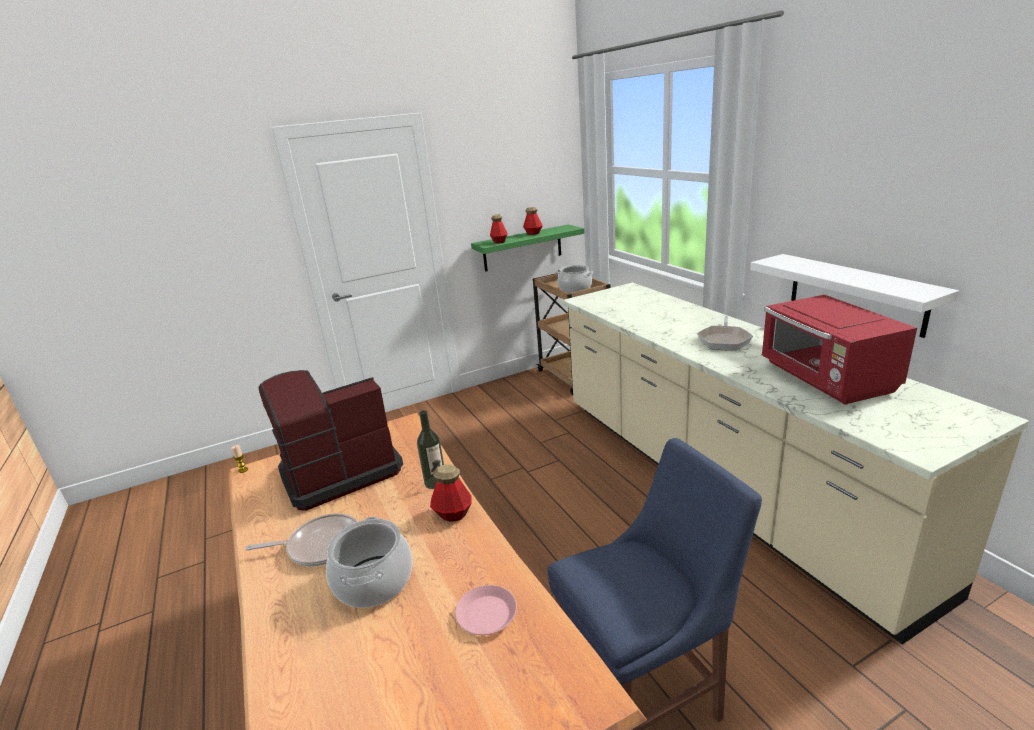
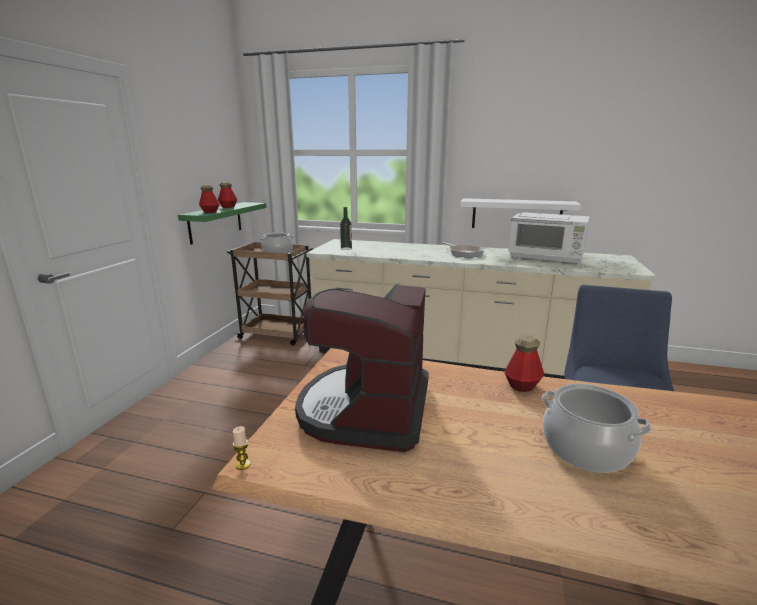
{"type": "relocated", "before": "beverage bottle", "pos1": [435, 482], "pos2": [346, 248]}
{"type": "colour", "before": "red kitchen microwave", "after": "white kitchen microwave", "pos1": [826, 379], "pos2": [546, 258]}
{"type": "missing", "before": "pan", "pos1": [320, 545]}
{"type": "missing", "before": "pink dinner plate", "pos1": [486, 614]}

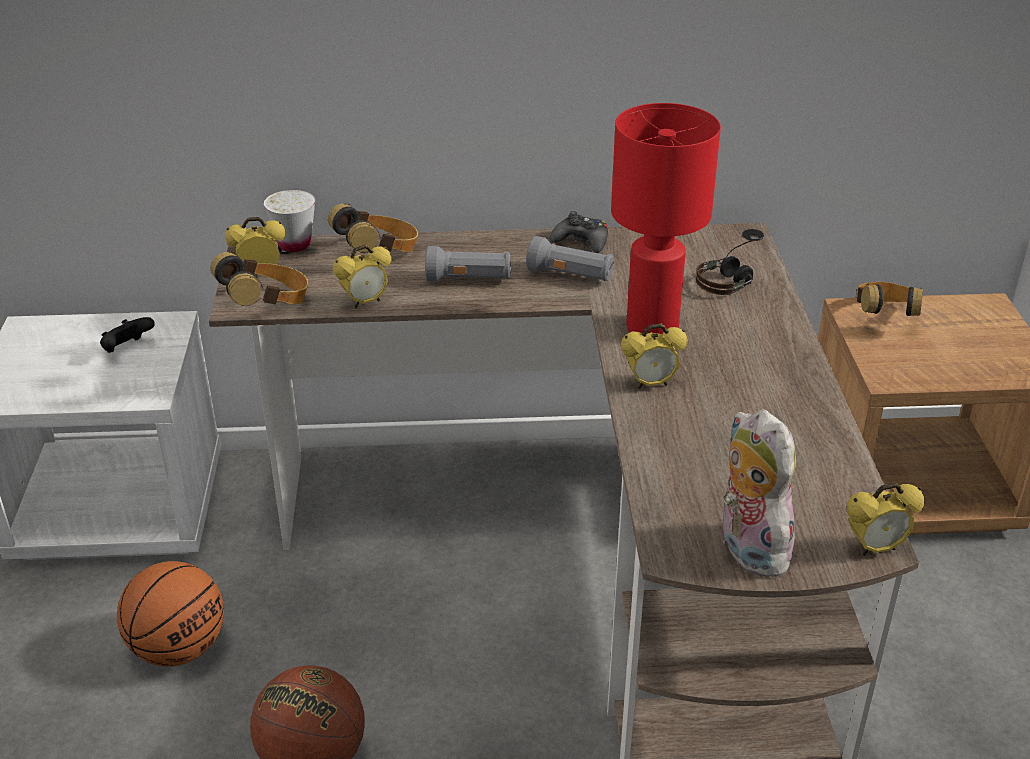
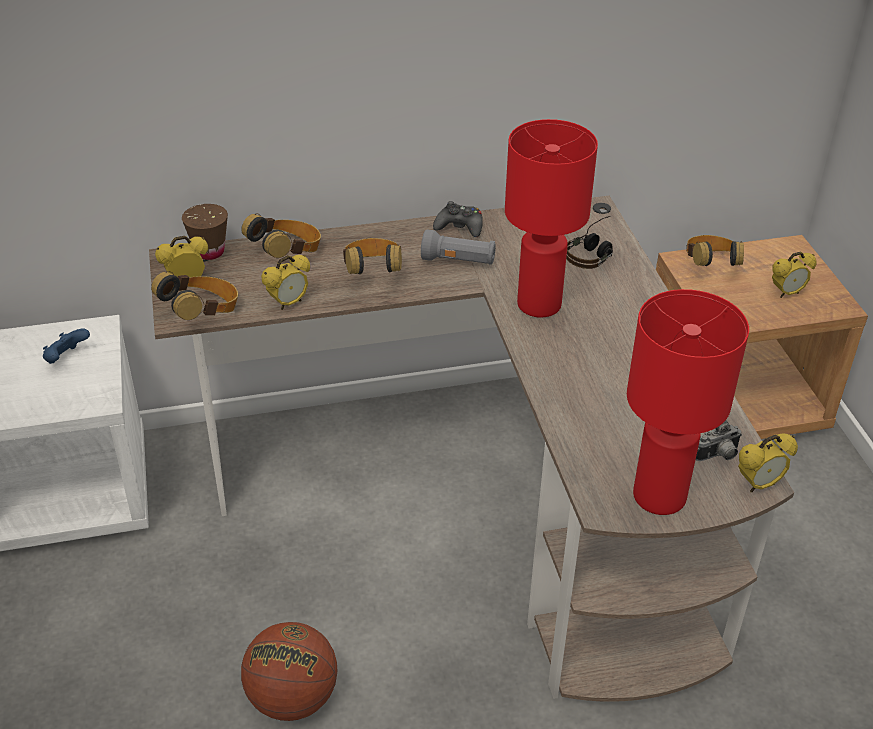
{"type": "colour", "before": "black-coloured gamepad", "after": "blue-coloured gamepad", "pos1": [127, 349], "pos2": [66, 358]}
{"type": "colour", "before": "white drinking cup", "after": "brownish drinking cup", "pos1": [294, 244], "pos2": [209, 252]}
{"type": "exchanged", "before": "greyish hand torch", "after": "headset", "pos1": [469, 280], "pos2": [373, 273]}
{"type": "exchanged", "before": "plush toy", "after": "red tabletop lamp", "pos1": [747, 548], "pos2": [661, 497]}
{"type": "appeared", "after": "still camera", "pos2": [718, 456]}
{"type": "relocated", "before": "bedside clock", "pos1": [651, 384], "pos2": [787, 293]}
{"type": "missing", "before": "basketball ball", "pos1": [178, 648]}

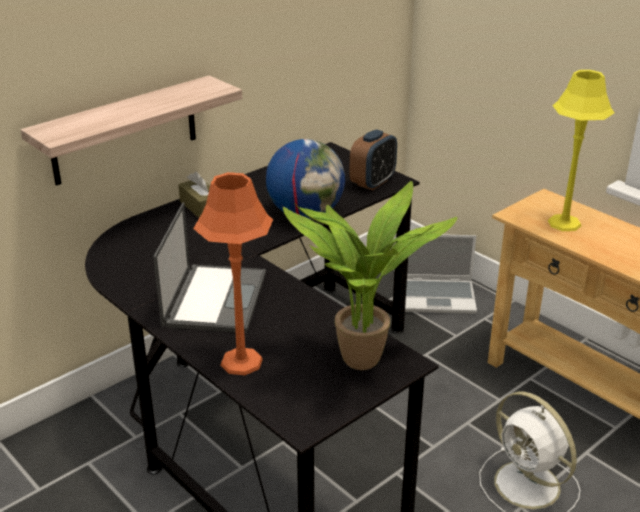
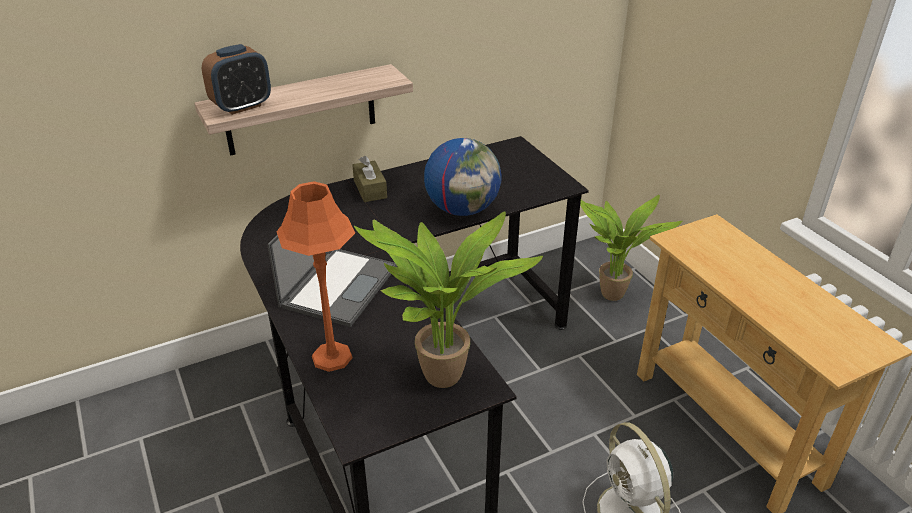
{"type": "relocated", "before": "bedside clock", "pos1": [373, 182], "pos2": [242, 106]}
{"type": "exchanged", "before": "portable computer", "after": "houseplant", "pos1": [438, 297], "pos2": [612, 298]}
{"type": "missing", "before": "yellowish tabletop lamp", "pos1": [564, 223]}

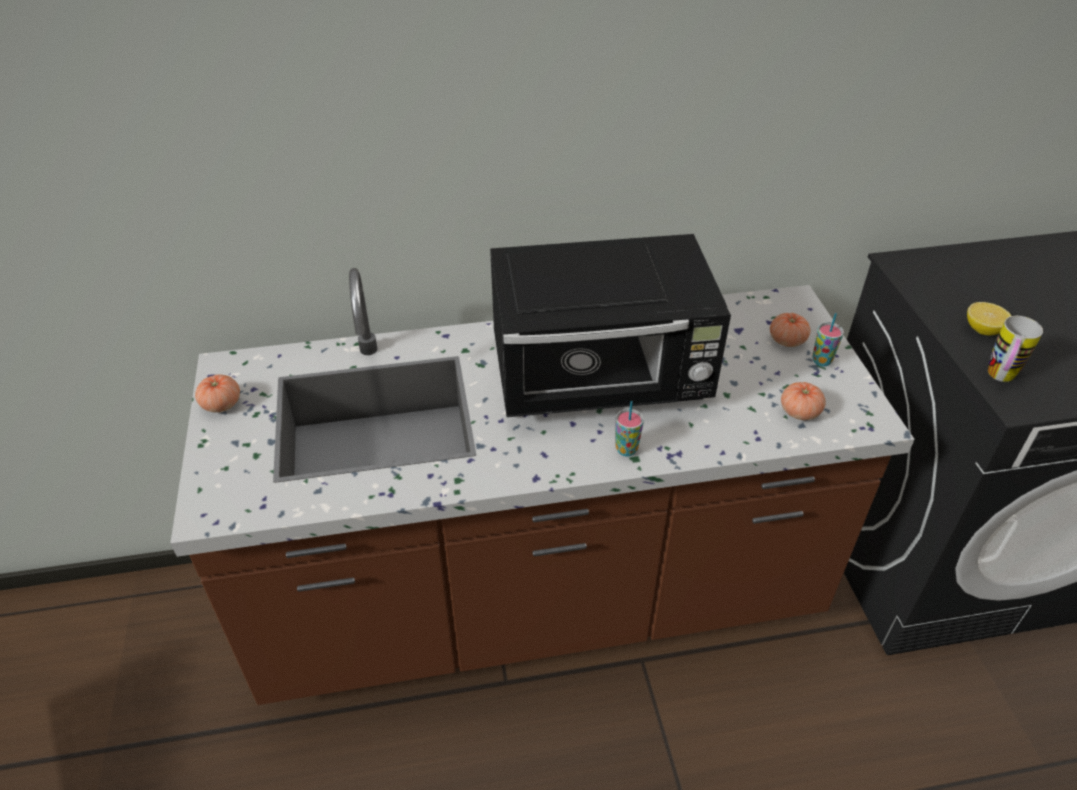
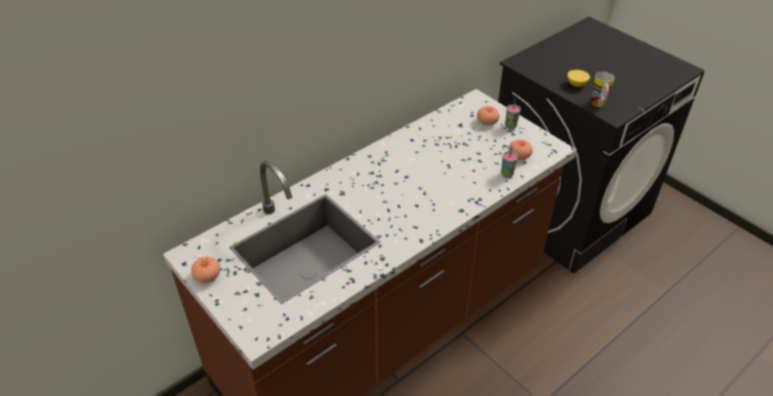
{"type": "relocated", "before": "drinking cup", "pos1": [626, 449], "pos2": [507, 174]}
{"type": "missing", "before": "black-coloured kitchen microwave", "pos1": [602, 379]}

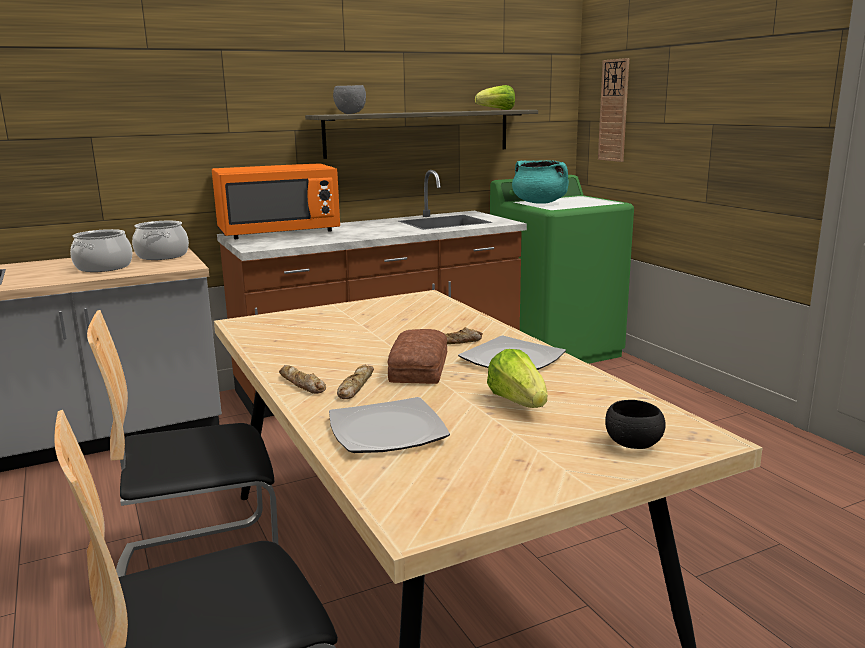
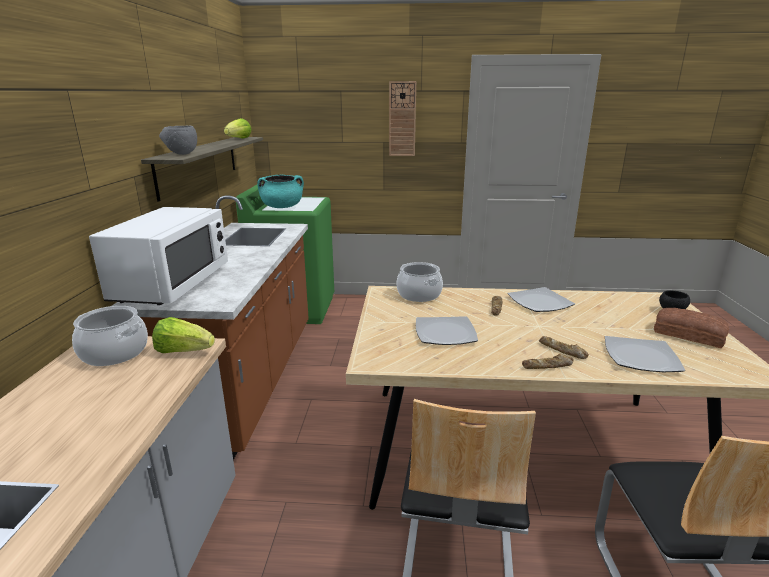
{"type": "colour", "before": "orangey kitchen microwave", "after": "white kitchen microwave", "pos1": [279, 233], "pos2": [172, 285]}
{"type": "relocated", "before": "lettuce head", "pos1": [518, 402], "pos2": [183, 351]}
{"type": "relocated", "before": "clock on the wall", "pos1": [614, 110], "pos2": [402, 119]}
{"type": "relocated", "before": "saucepot", "pos1": [104, 267], "pos2": [419, 294]}
{"type": "appeared", "after": "dinner plate", "pos2": [446, 333]}
{"type": "relocated", "before": "bread", "pos1": [420, 368], "pos2": [688, 334]}

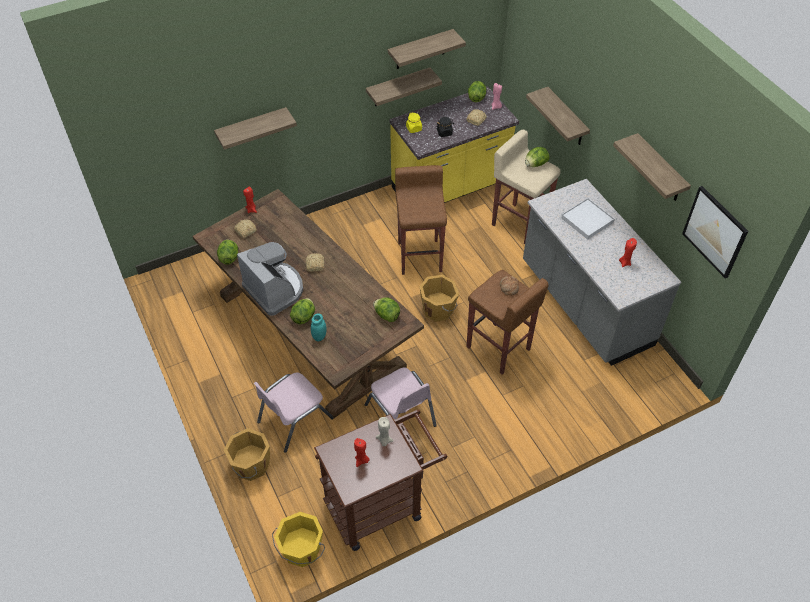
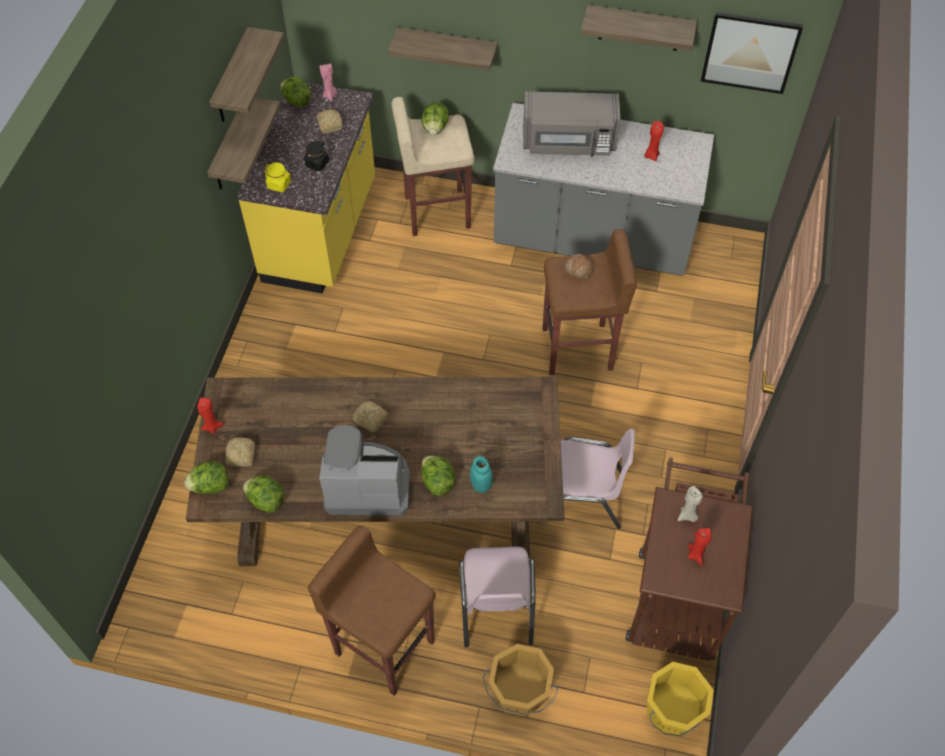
{"type": "relocated", "before": "lettuce head", "pos1": [386, 315], "pos2": [210, 486]}
{"type": "relocated", "before": "brownish sitting stool", "pos1": [420, 256], "pos2": [384, 646]}
{"type": "exchanged", "before": "white serving tray", "after": "greyish kitchen microwave", "pos1": [587, 220], "pos2": [569, 142]}
{"type": "missing", "before": "bracket shelf", "pos1": [252, 129]}
{"type": "missing", "before": "orangey pail", "pos1": [438, 309]}

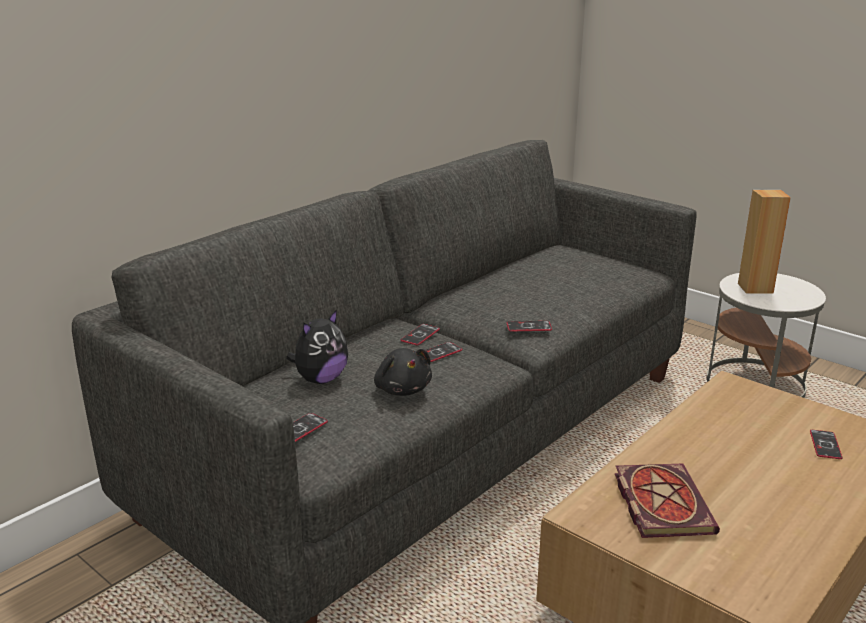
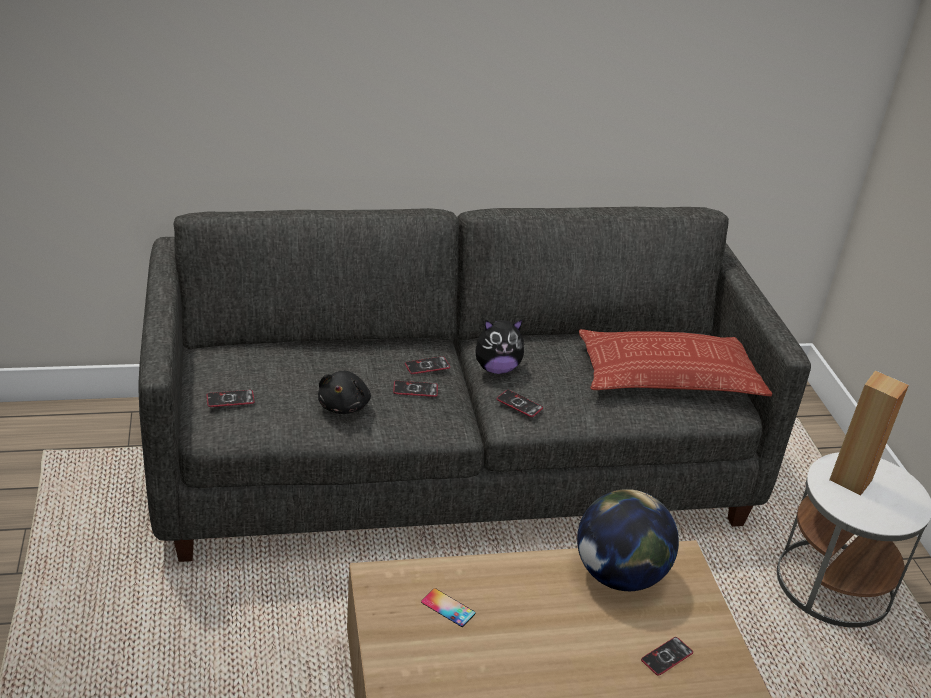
{"type": "exchanged", "before": "bound book", "after": "telephone", "pos1": [660, 502], "pos2": [448, 608]}
{"type": "relocated", "before": "plush toy", "pos1": [320, 379], "pos2": [496, 368]}
{"type": "appeared", "after": "world globe", "pos2": [619, 575]}
{"type": "appeared", "after": "cushion", "pos2": [669, 375]}

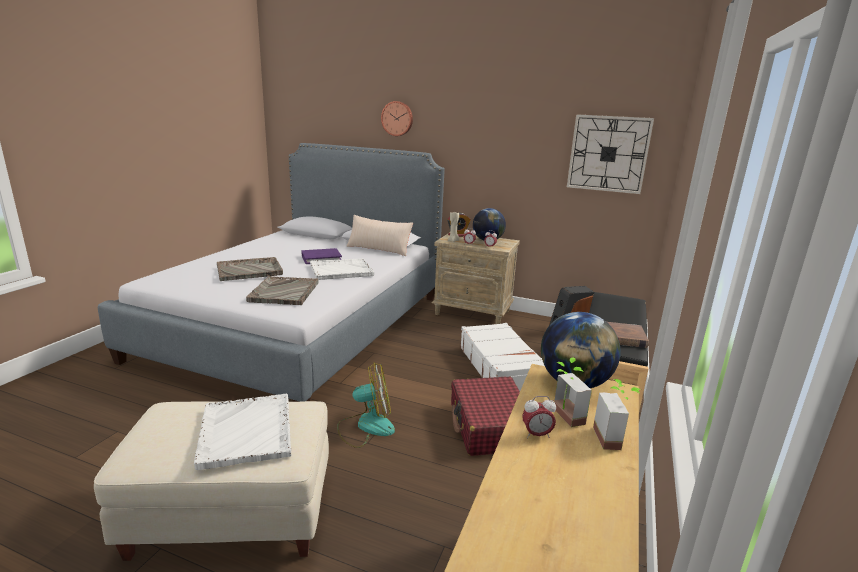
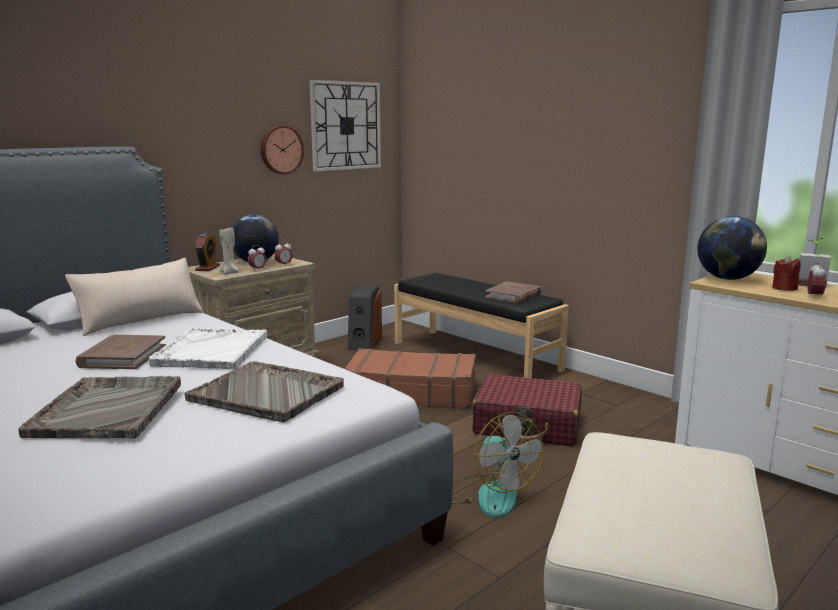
{"type": "colour", "before": "purplish bound book", "after": "brownish bound book", "pos1": [321, 258], "pos2": [123, 356]}
{"type": "relocated", "before": "clock on the wall", "pos1": [397, 118], "pos2": [281, 149]}
{"type": "colour", "before": "white suitcase", "after": "brownish suitcase", "pos1": [500, 367], "pos2": [411, 392]}
{"type": "spun", "before": "cooling fan", "pos1": [366, 426], "pos2": [489, 495], "turn": 135}
{"type": "exchanged", "before": "houseplant", "after": "red wax candle", "pos1": [562, 417], "pos2": [784, 288]}
{"type": "missing", "before": "white serving tray", "pos1": [246, 432]}

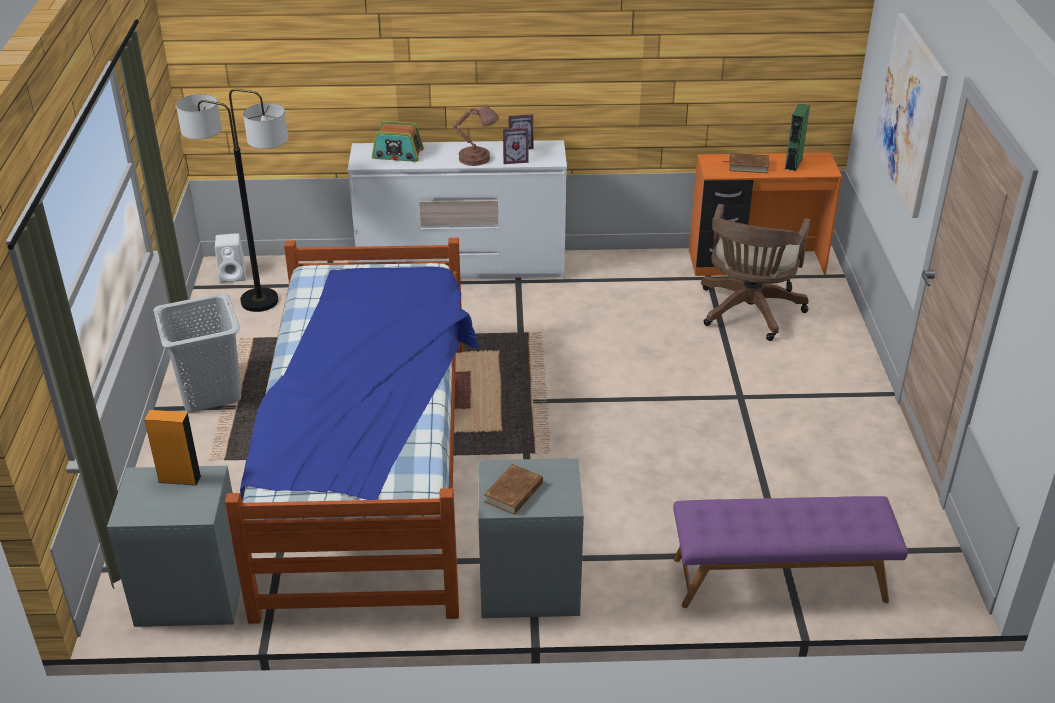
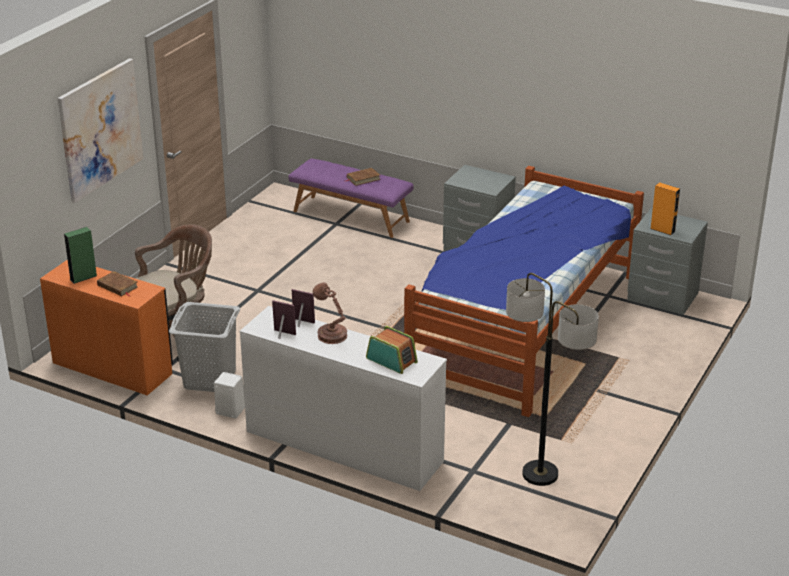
{"type": "relocated", "before": "greyish hamper", "pos1": [210, 392], "pos2": [209, 379]}
{"type": "relocated", "before": "white audio speaker", "pos1": [234, 275], "pos2": [229, 410]}
{"type": "relocated", "before": "brownish bound book", "pos1": [514, 492], "pos2": [363, 178]}

